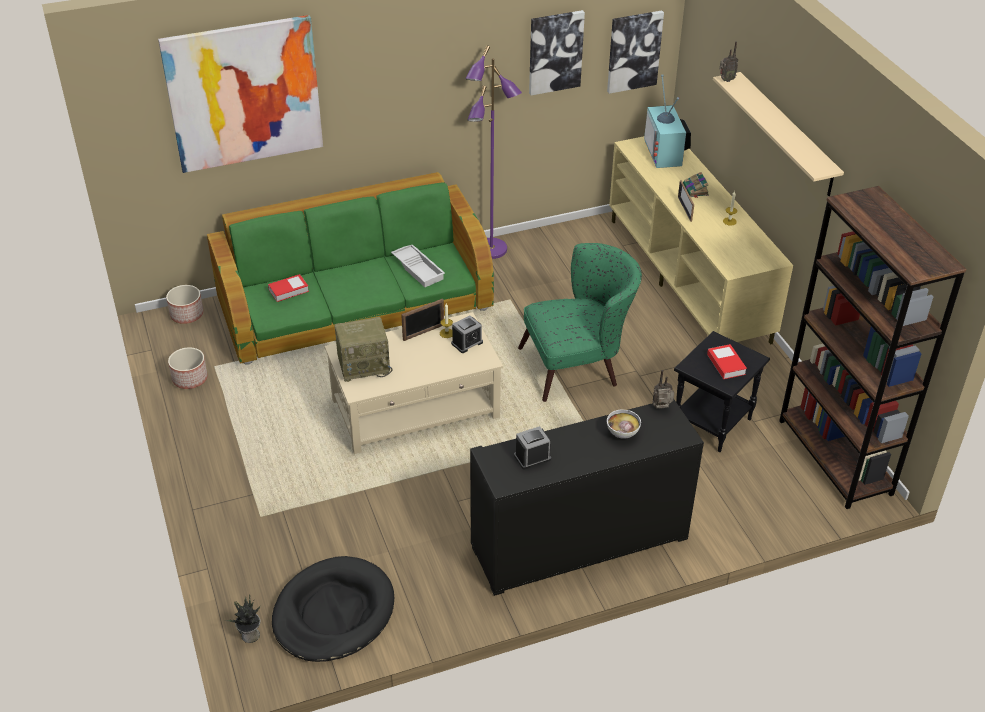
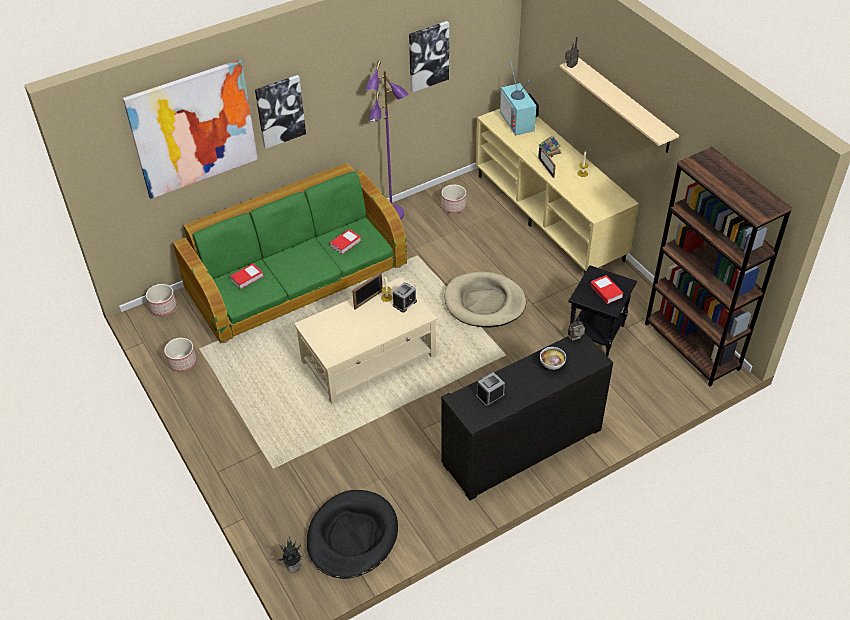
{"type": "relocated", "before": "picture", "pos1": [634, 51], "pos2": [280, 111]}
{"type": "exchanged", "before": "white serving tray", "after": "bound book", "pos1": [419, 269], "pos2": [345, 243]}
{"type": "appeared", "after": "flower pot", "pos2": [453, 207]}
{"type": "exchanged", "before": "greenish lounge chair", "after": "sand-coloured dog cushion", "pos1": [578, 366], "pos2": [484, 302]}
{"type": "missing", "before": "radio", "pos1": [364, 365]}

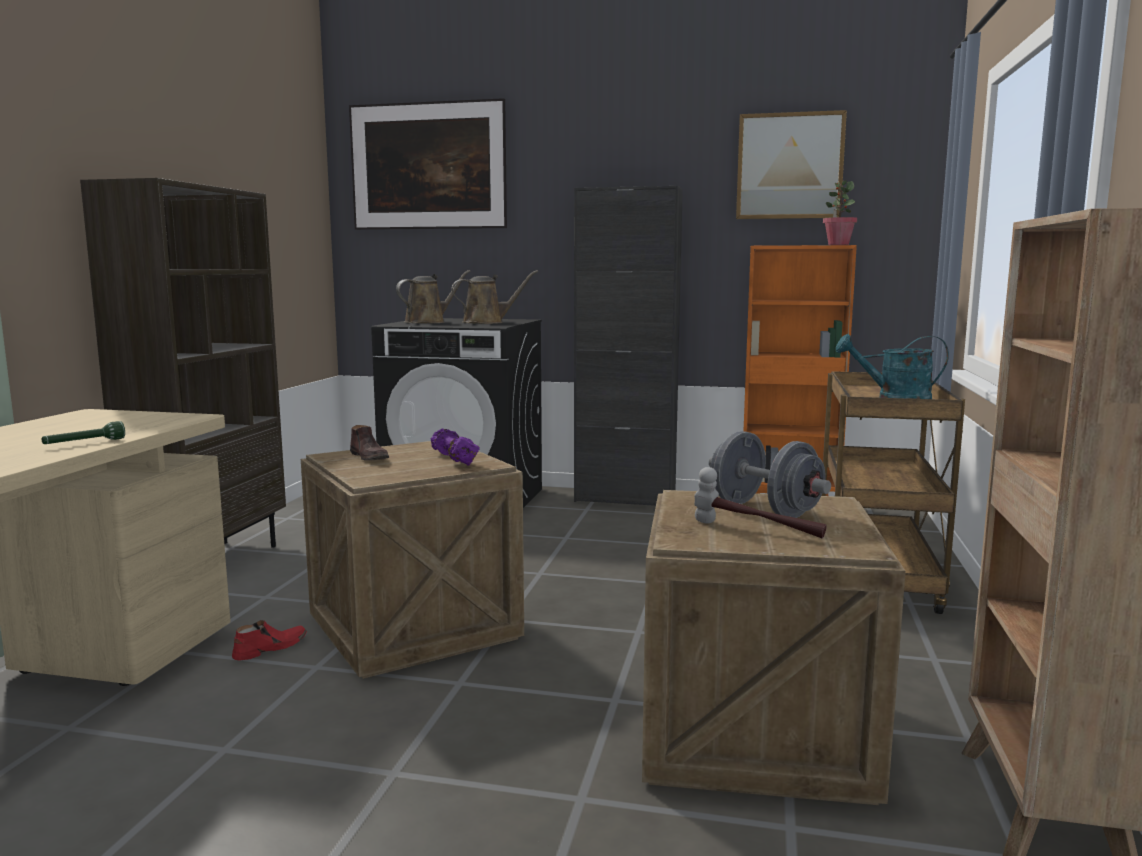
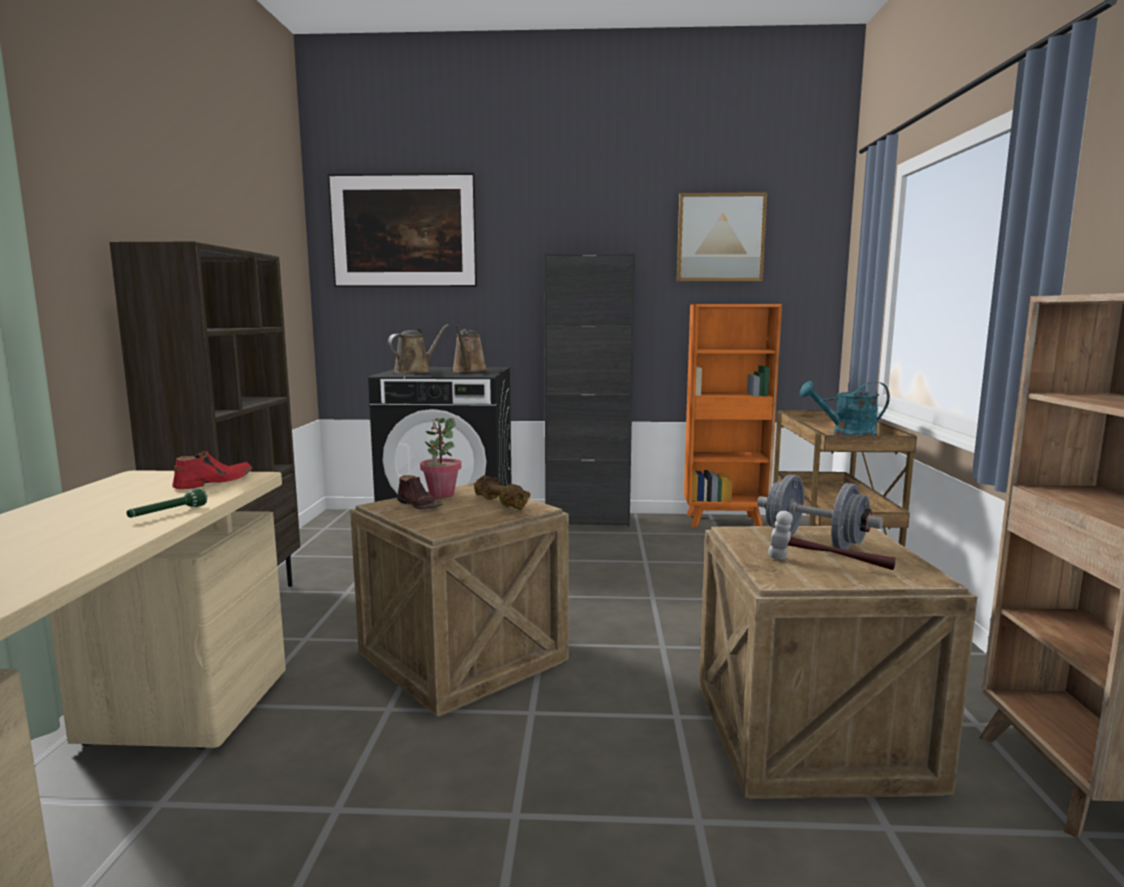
{"type": "relocated", "before": "red shoe", "pos1": [270, 648], "pos2": [213, 482]}
{"type": "relocated", "before": "houseplant", "pos1": [838, 245], "pos2": [441, 494]}
{"type": "spun", "before": "brownish sprinkling can", "pos1": [487, 322], "pos2": [469, 371], "turn": 120}
{"type": "colour", "before": "purplish dumbbell", "after": "brownish dumbbell", "pos1": [454, 459], "pos2": [500, 504]}

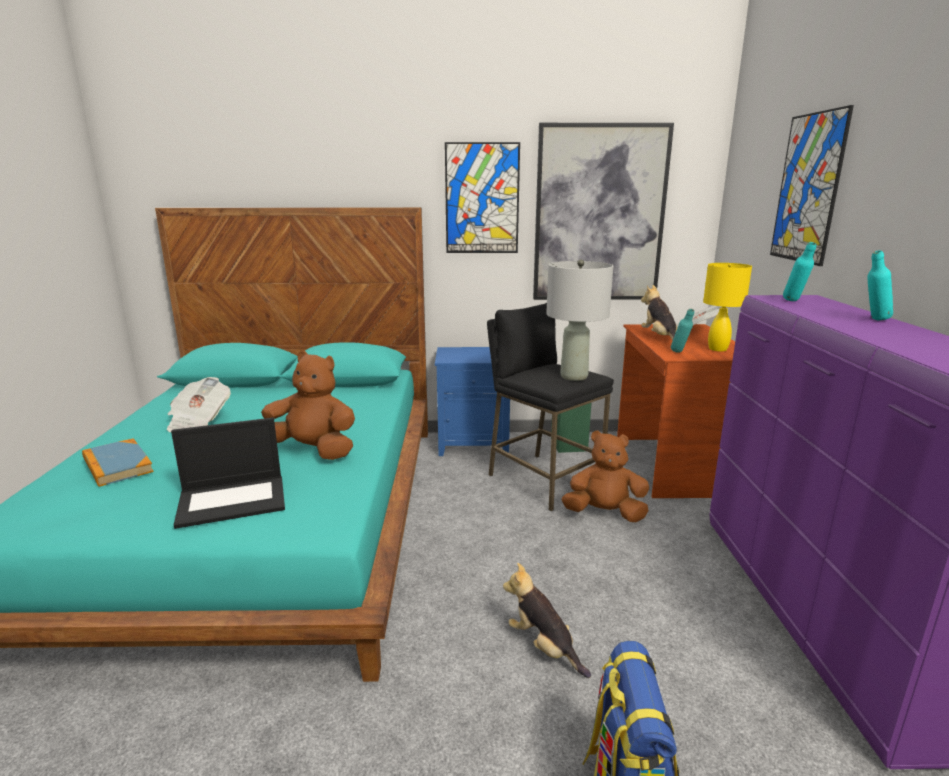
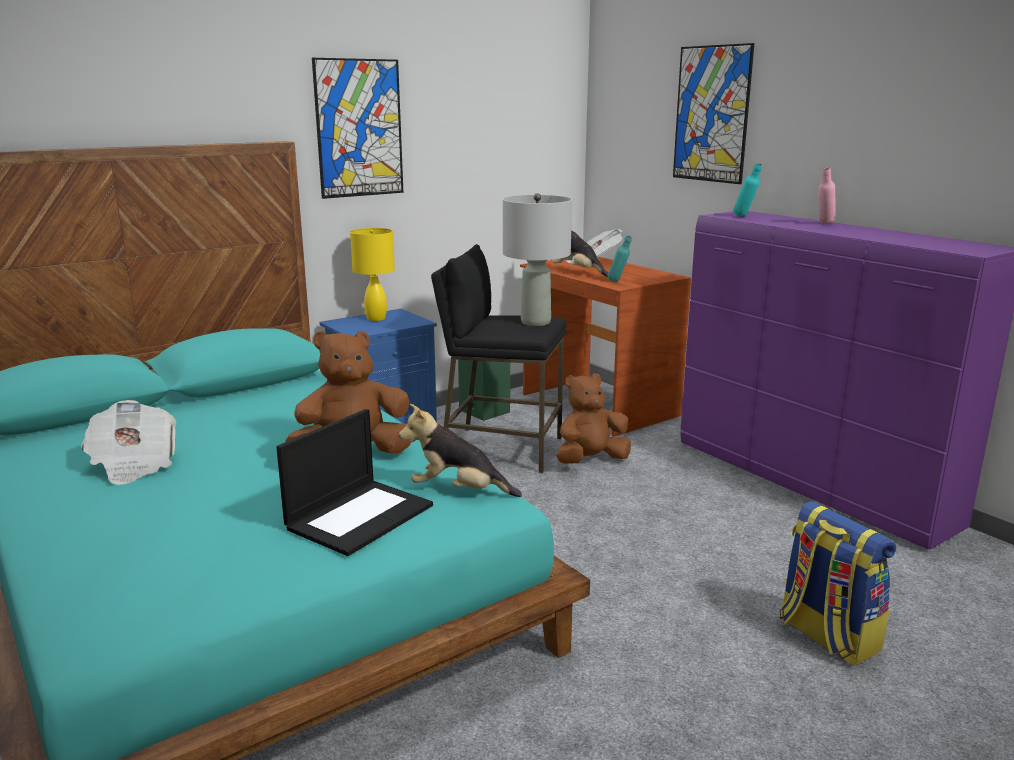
{"type": "relocated", "before": "yellowish tabletop lamp", "pos1": [717, 349], "pos2": [376, 318]}
{"type": "relocated", "before": "plush toy", "pos1": [544, 647], "pos2": [458, 491]}
{"type": "colour", "before": "turquoise-coloured beverage bottle", "after": "pink beverage bottle", "pos1": [873, 320], "pos2": [824, 224]}
{"type": "missing", "before": "bound book", "pos1": [117, 465]}
{"type": "missing", "before": "picture", "pos1": [599, 215]}

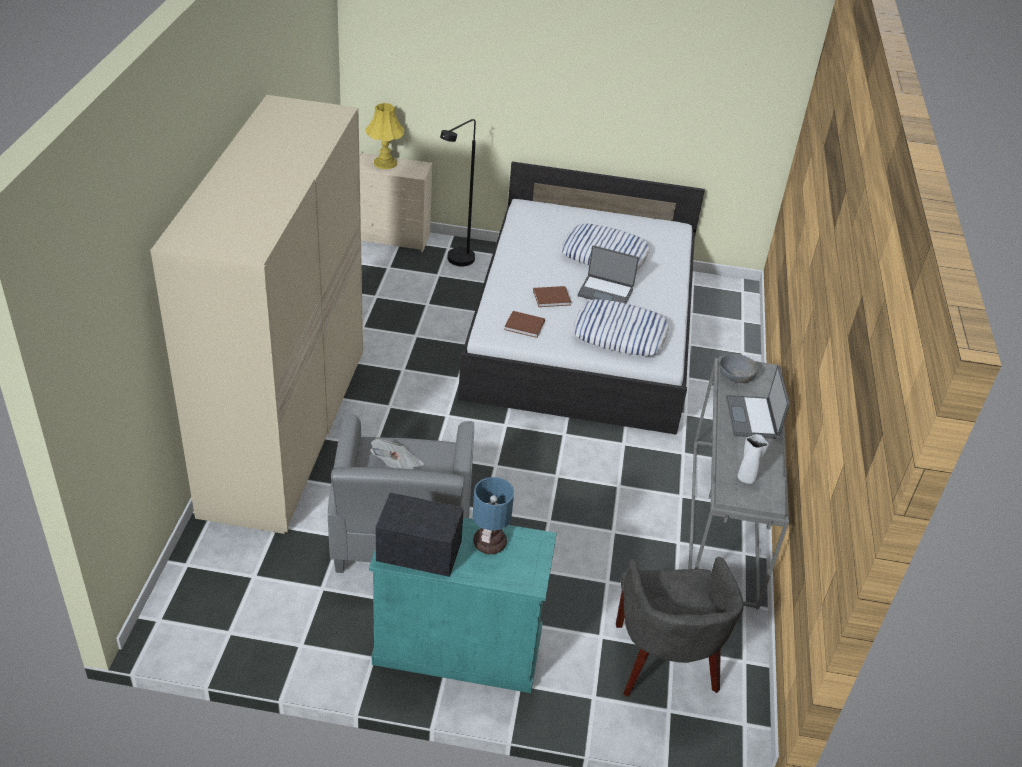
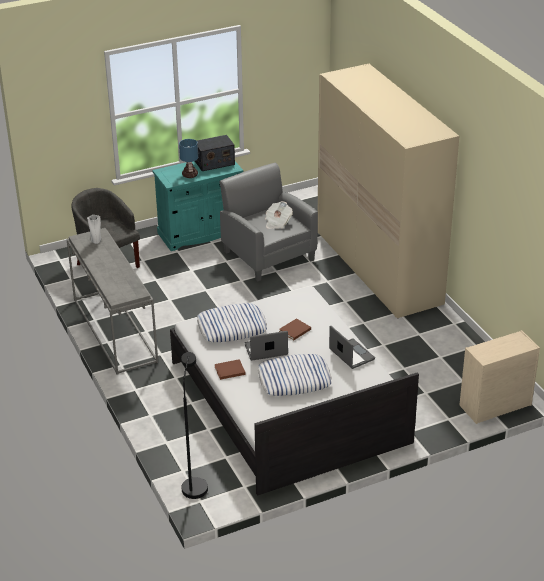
{"type": "relocated", "before": "black-coloured standard lamp", "pos1": [456, 262], "pos2": [194, 484]}
{"type": "relocated", "before": "brownish bound book", "pos1": [525, 326], "pos2": [229, 370]}
{"type": "relocated", "before": "portable computer", "pos1": [753, 418], "pos2": [351, 355]}
{"type": "missing", "before": "yellowish tabletop lamp", "pos1": [385, 163]}
{"type": "missing", "before": "greyish bowl", "pos1": [735, 376]}

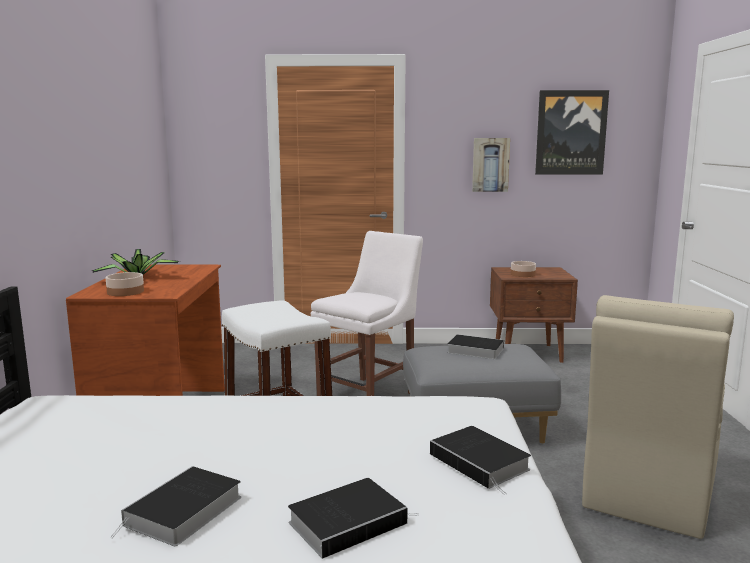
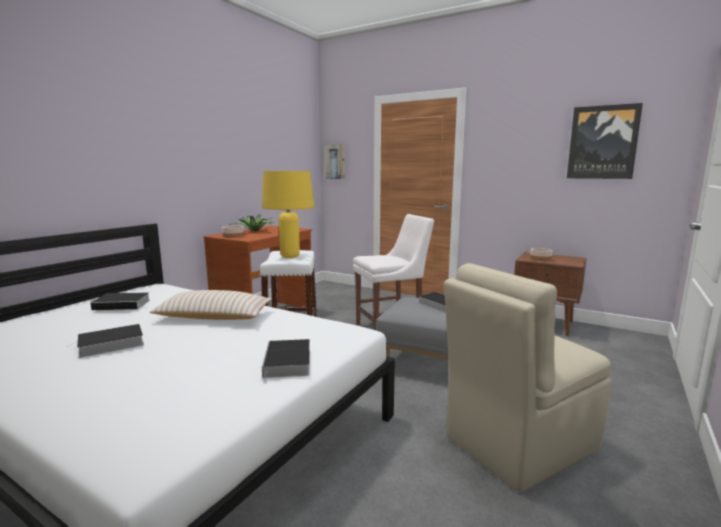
{"type": "relocated", "before": "bound book", "pos1": [350, 521], "pos2": [124, 304]}
{"type": "appeared", "after": "sand-coloured cushion", "pos2": [214, 317]}
{"type": "appeared", "after": "yellowish tabletop lamp", "pos2": [289, 257]}
{"type": "relocated", "before": "picture", "pos1": [490, 164], "pos2": [335, 162]}

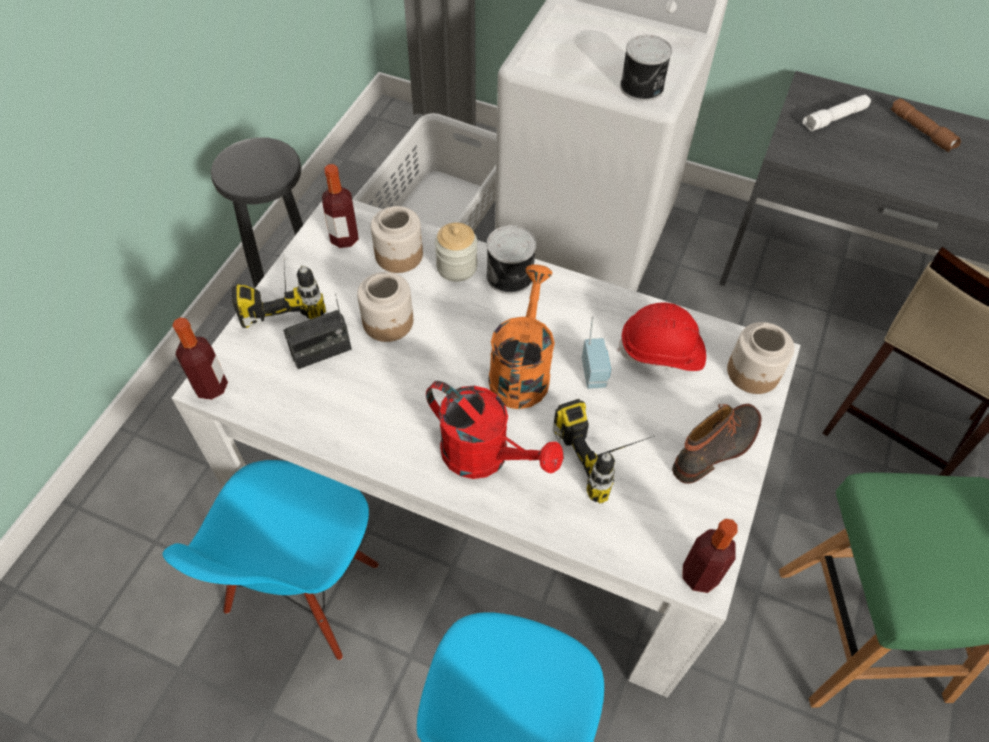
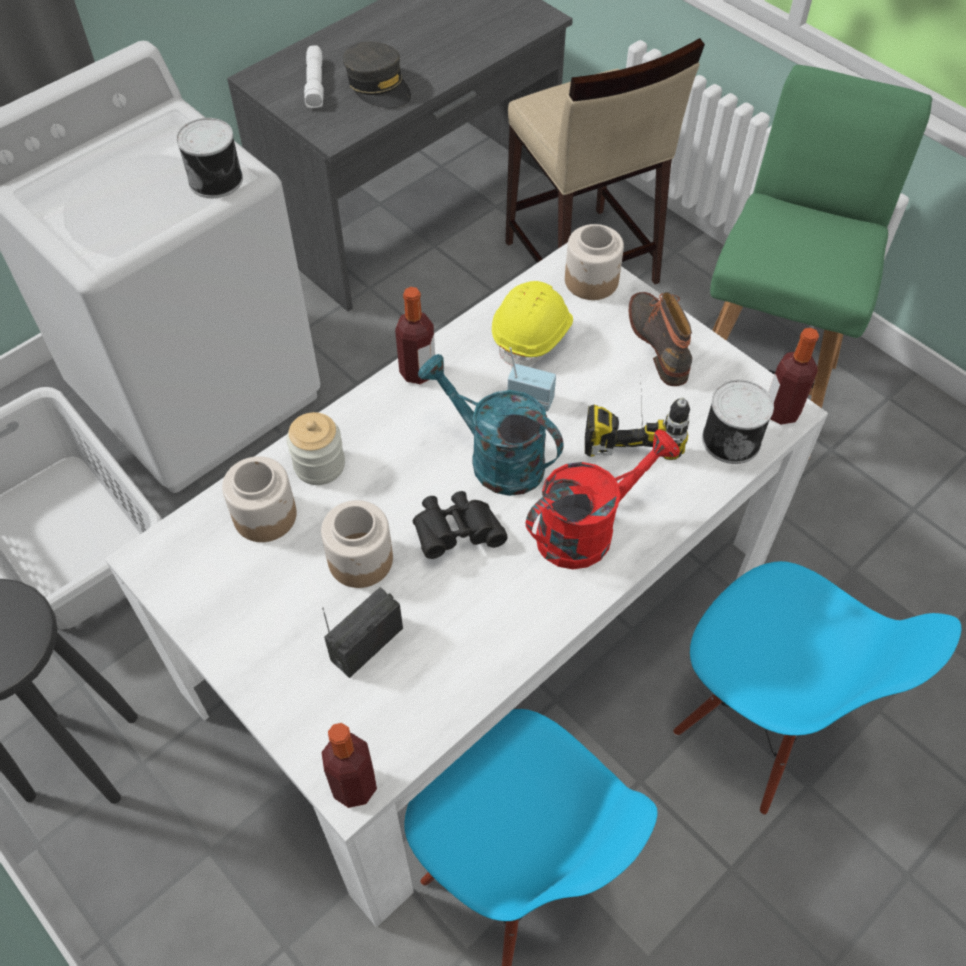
{"type": "spun", "before": "radio", "pos1": [321, 352], "pos2": [366, 644], "turn": -135}
{"type": "appeared", "after": "greyish baseball cap", "pos2": [378, 86]}
{"type": "relocated", "before": "beverage bottle", "pos1": [344, 238], "pos2": [417, 372]}
{"type": "appeared", "after": "black-coloured binoculars", "pos2": [457, 533]}
{"type": "colour", "before": "orangey sprinkling can", "after": "turquoise-coloured sprinkling can", "pos1": [521, 370], "pos2": [495, 458]}
{"type": "colour", "before": "red work helmet", "after": "yellowish work helmet", "pos1": [662, 351], "pos2": [533, 335]}
{"type": "relocated", "before": "sealed can", "pos1": [511, 275], "pos2": [731, 438]}
{"type": "missing", "before": "electric drill", "pos1": [284, 296]}
{"type": "missing", "before": "brownish hand torch", "pos1": [922, 131]}

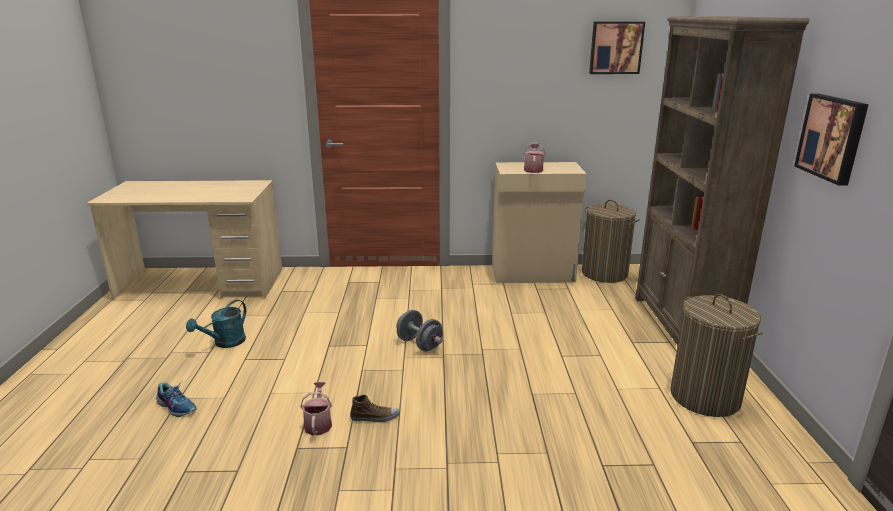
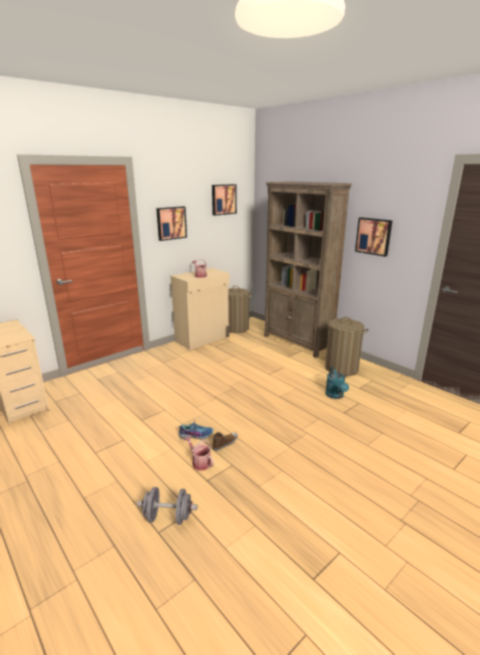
{"type": "relocated", "before": "greyish dumbbell", "pos1": [419, 344], "pos2": [168, 517]}
{"type": "appeared", "after": "picture", "pos2": [171, 223]}
{"type": "relocated", "before": "shoe", "pos1": [177, 406], "pos2": [196, 435]}
{"type": "relocated", "before": "turquoise-coloured sprinkling can", "pos1": [225, 343], "pos2": [335, 396]}

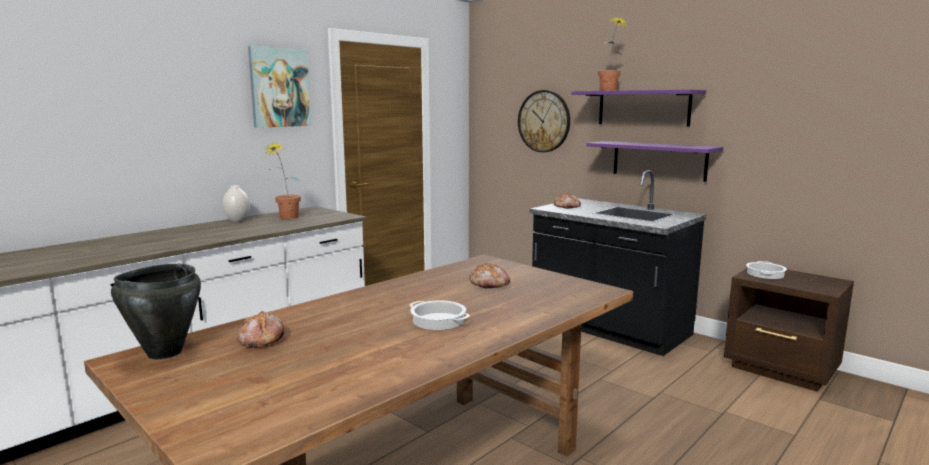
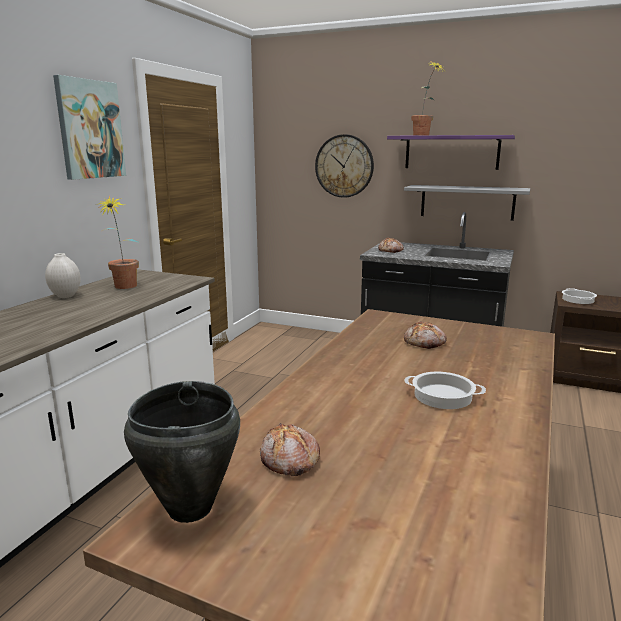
{"type": "colour", "before": "purplish bracket shelf", "after": "greyish bracket shelf", "pos1": [659, 160], "pos2": [467, 202]}

